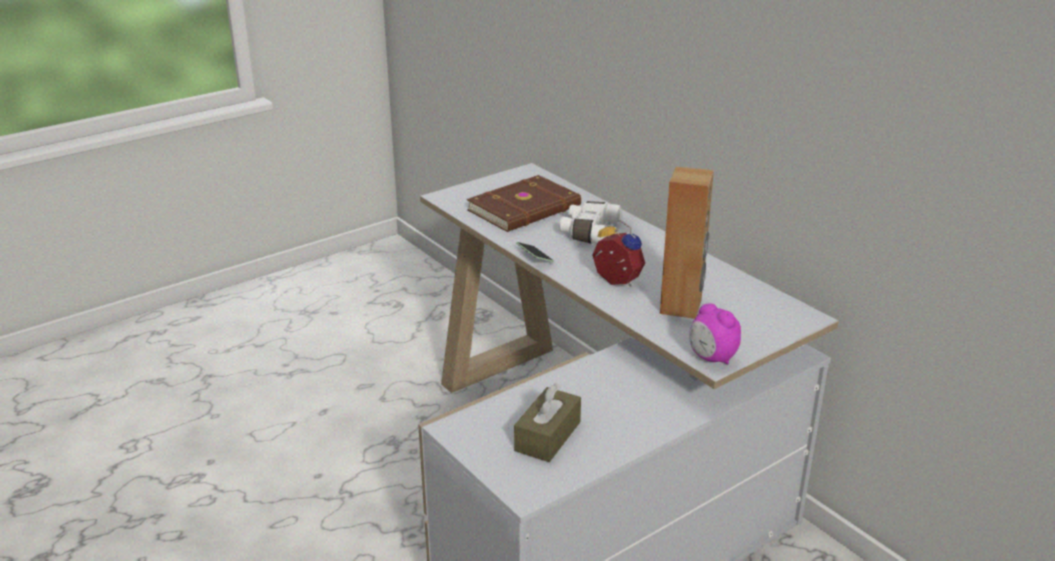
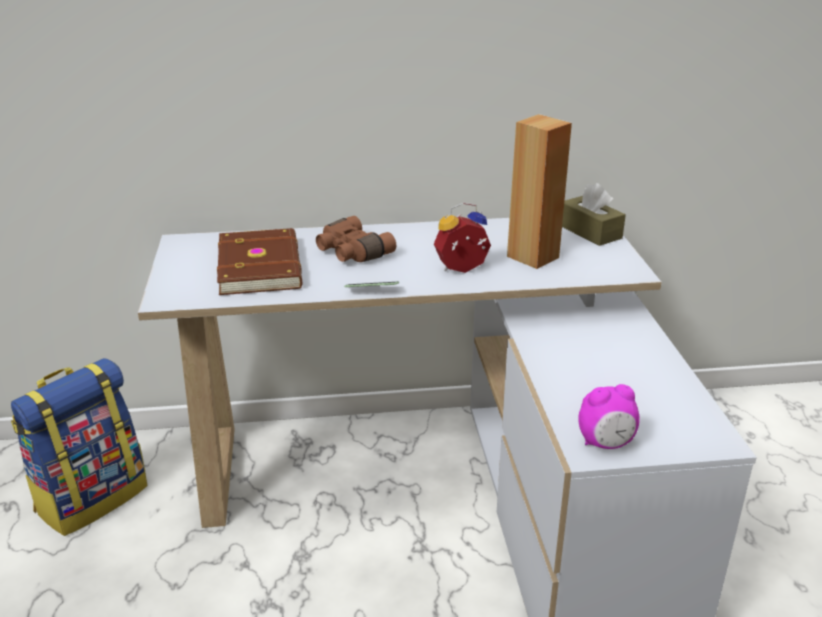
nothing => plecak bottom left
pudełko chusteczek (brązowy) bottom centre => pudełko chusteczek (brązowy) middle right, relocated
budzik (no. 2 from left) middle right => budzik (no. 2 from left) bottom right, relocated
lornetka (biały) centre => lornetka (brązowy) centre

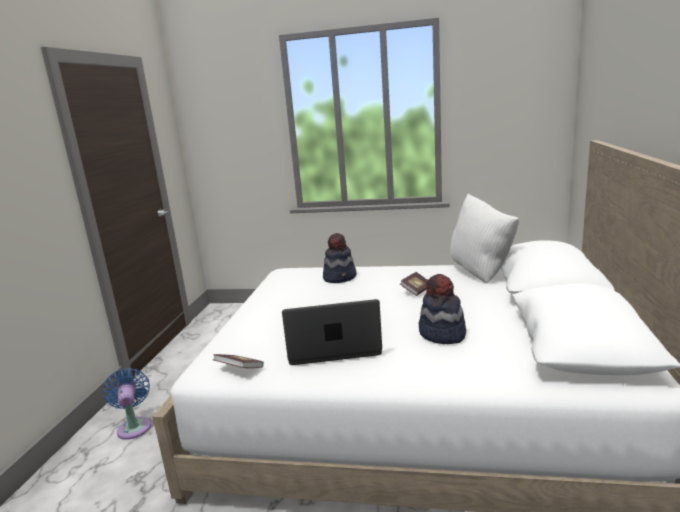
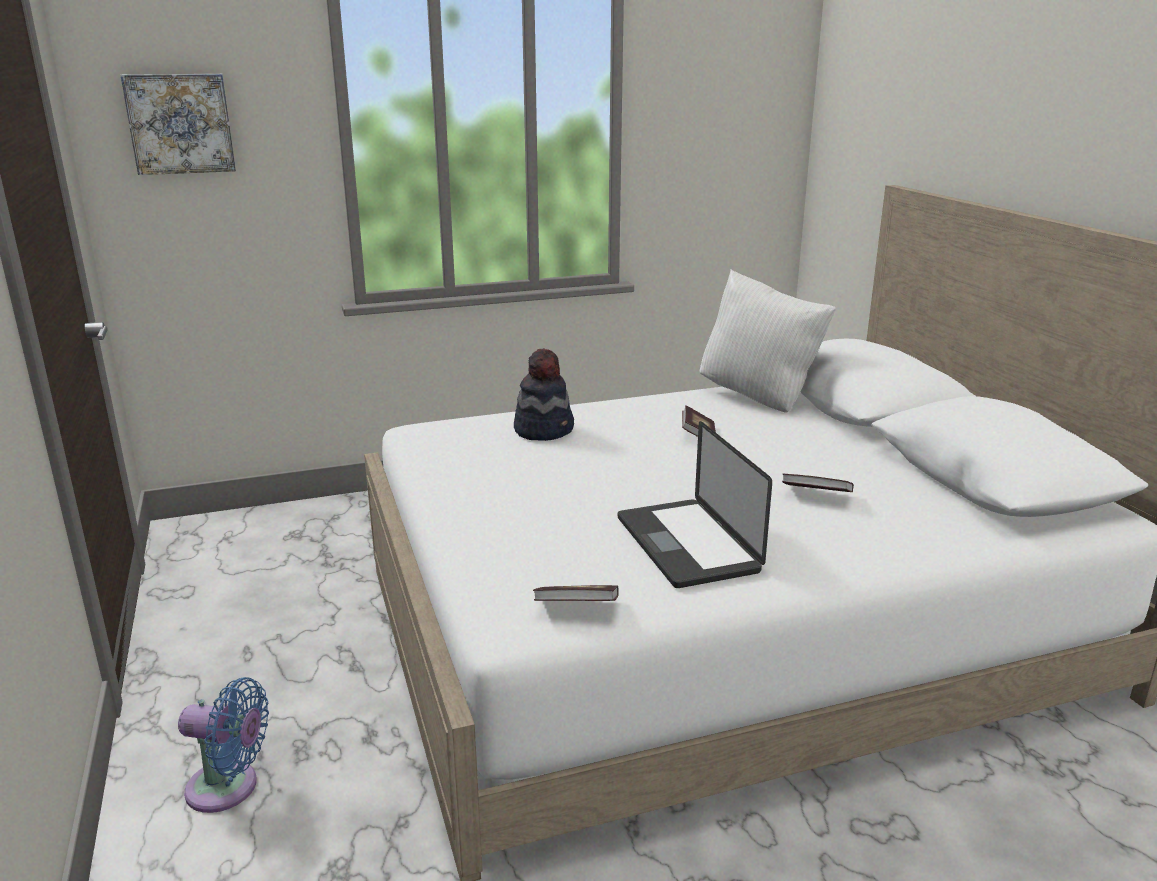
nothing => obraz top left
kapelusz (no. 2 from left) centre => książka (no. 3 from left) middle right
wentylator (niebieski) bottom left, 150 degrees clockwise
laptop centre, 75 degrees counterclockwise

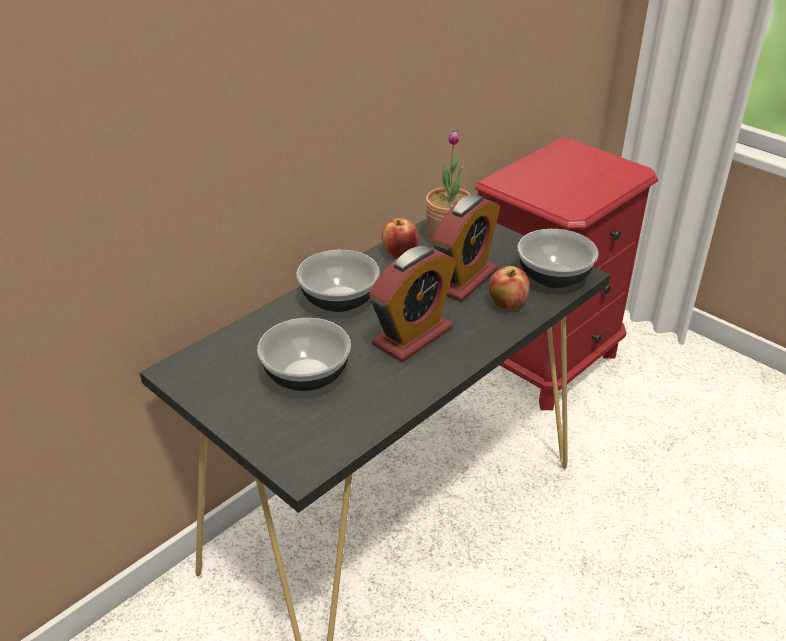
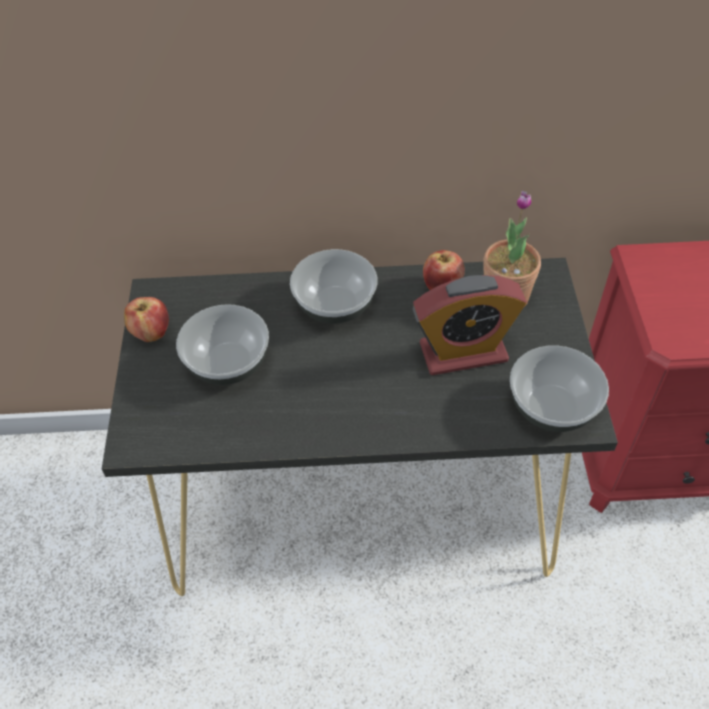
budzik (no. 1 from left) centre => nothing
jabłko (no. 2 from left in the first image) centre => jabłko (no. 1 from left) middle left, relocated

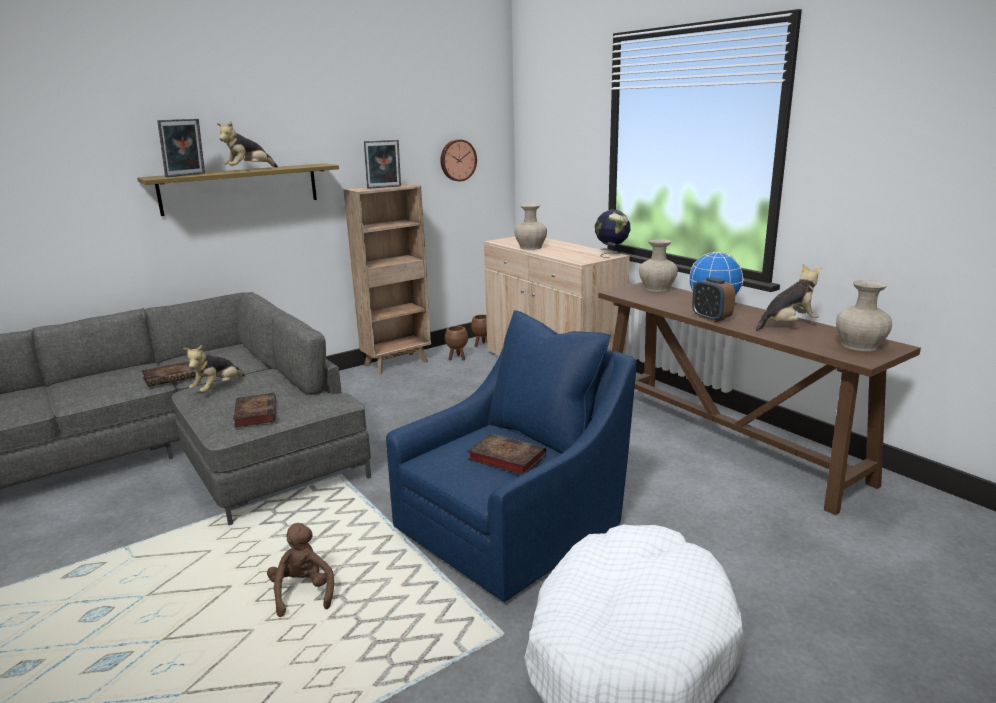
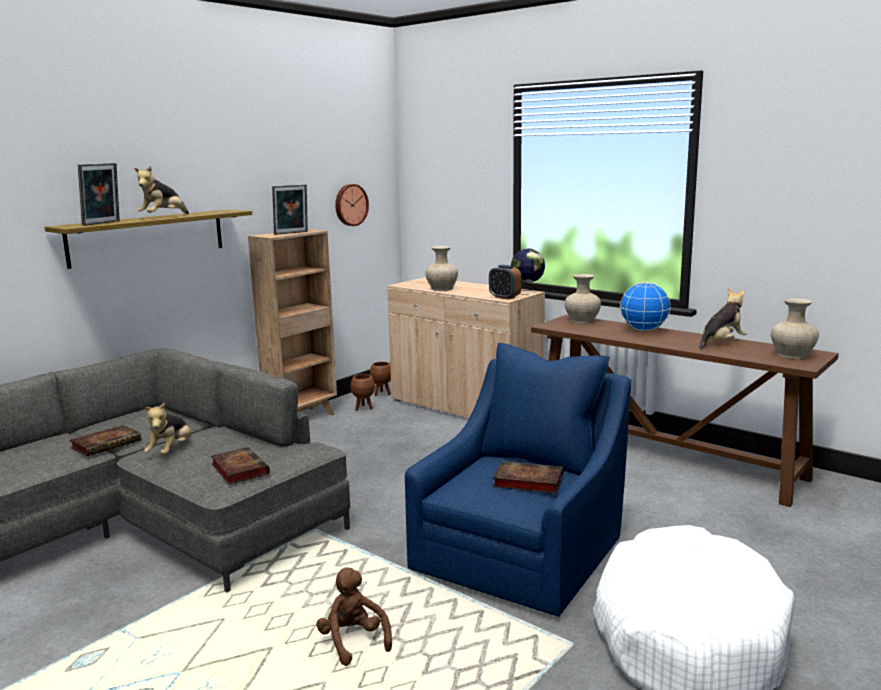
budzik middle right => budzik centre, relocated

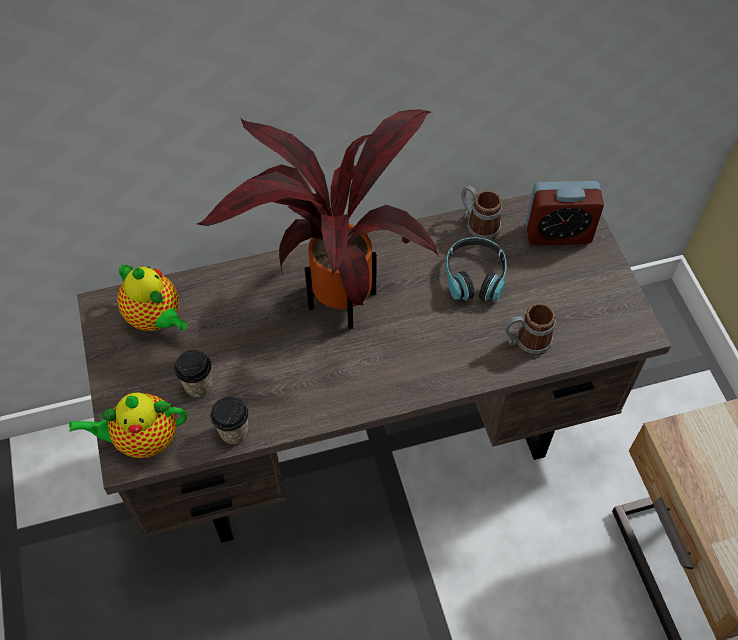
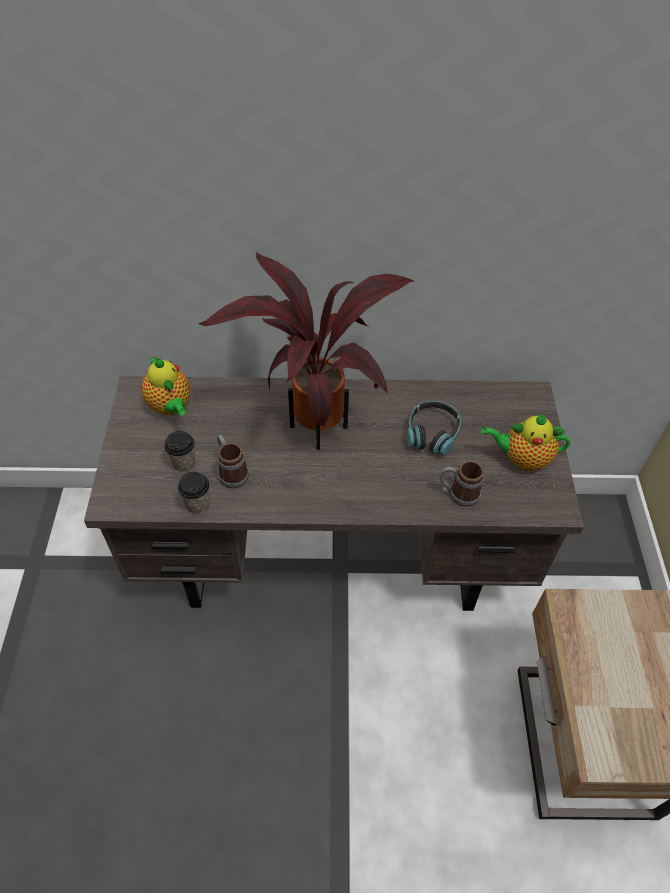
budzik top right => nothing
imbryk (no. 1 from left in the first image) middle left => imbryk (no. 2 from left) middle right, relocated
kubek (no. 1 from left) top centre => kubek (no. 1 from left) centre, relocated

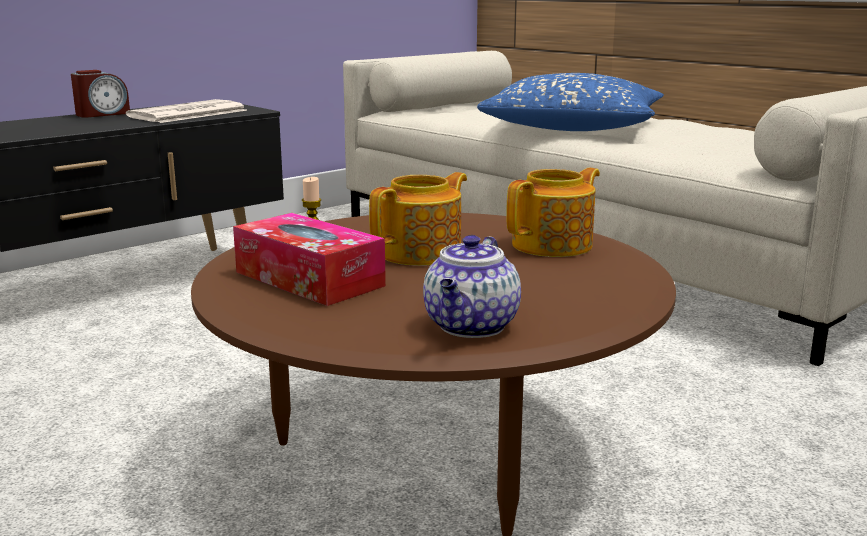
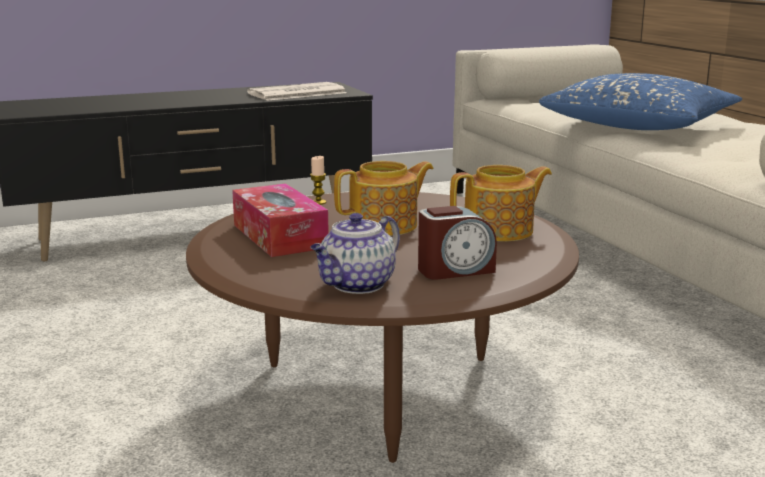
budzik top left => budzik centre, relocated

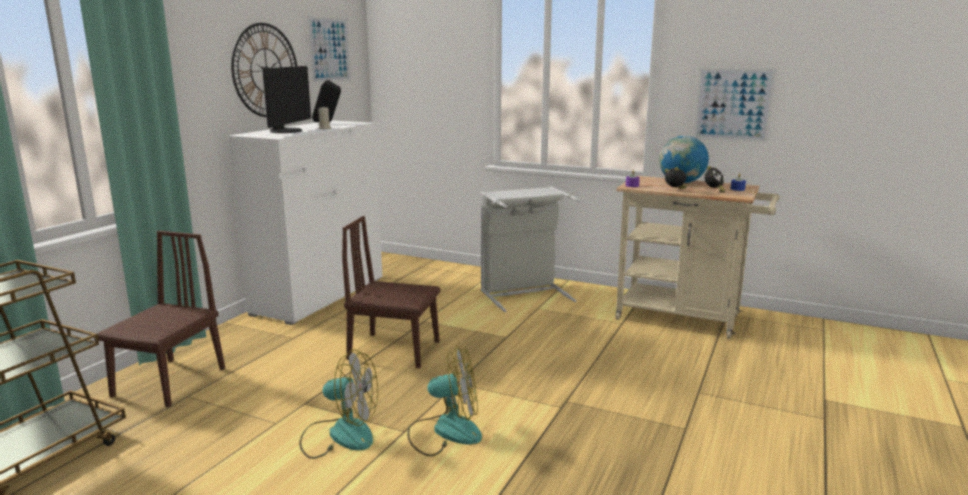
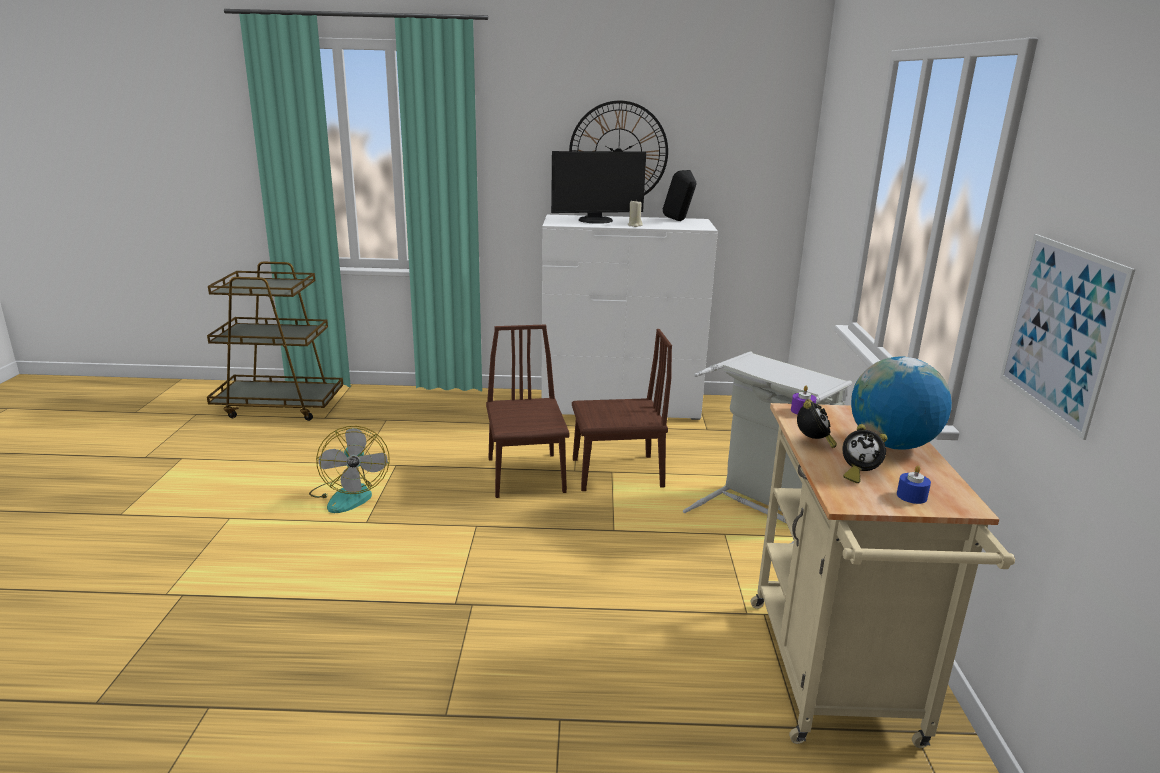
obraz (no. 1 from left) top centre => nothing
wentylator (no. 2 from left) bottom centre => nothing
krzesło (brązowy) (no. 1 from left in the first image) middle left => krzesło (brązowy) (no. 2 from left) centre, relocated

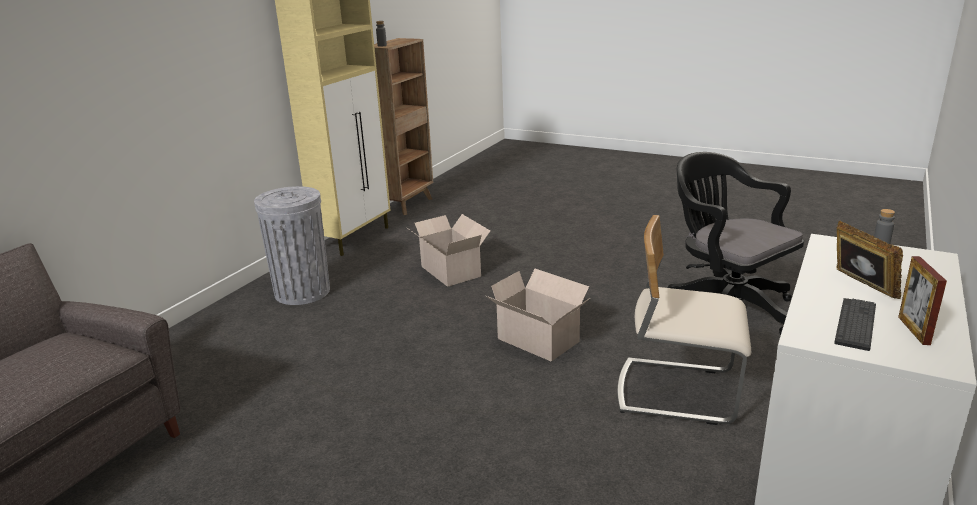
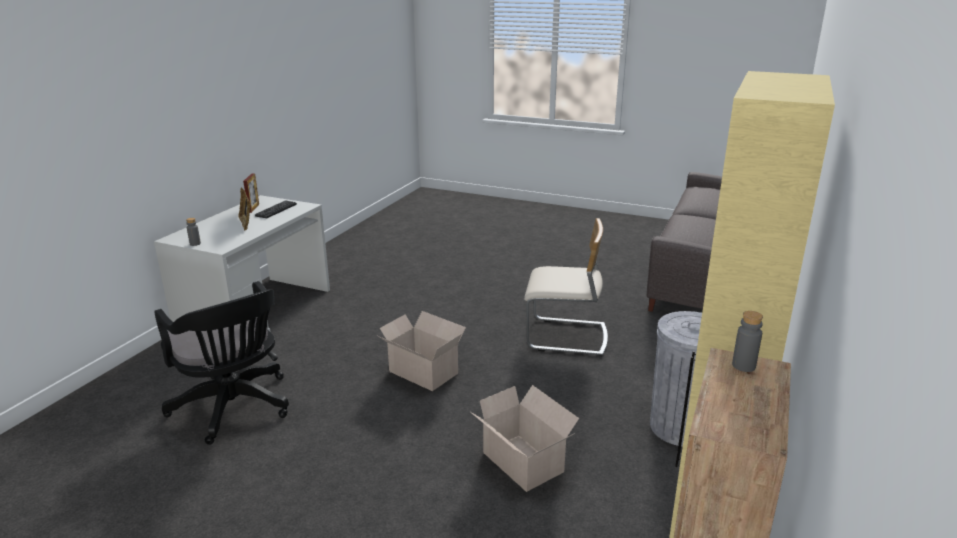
krzesło (beżowy) middle right => krzesło (beżowy) centre, relocated

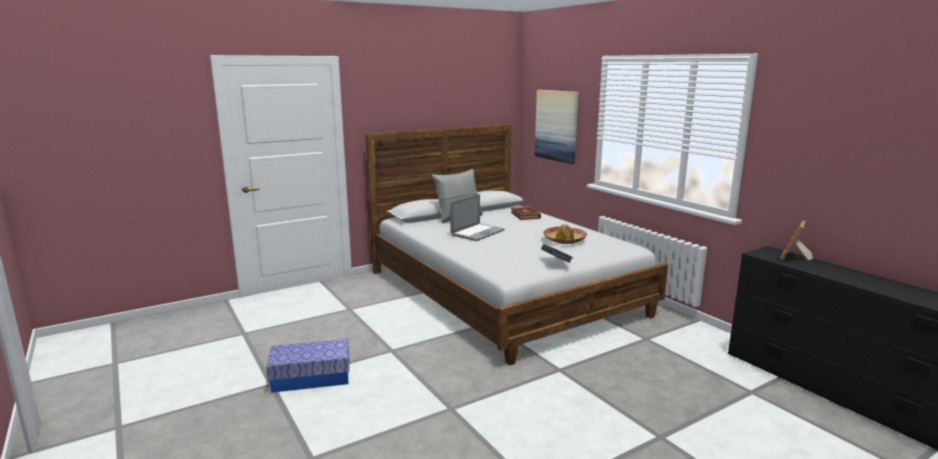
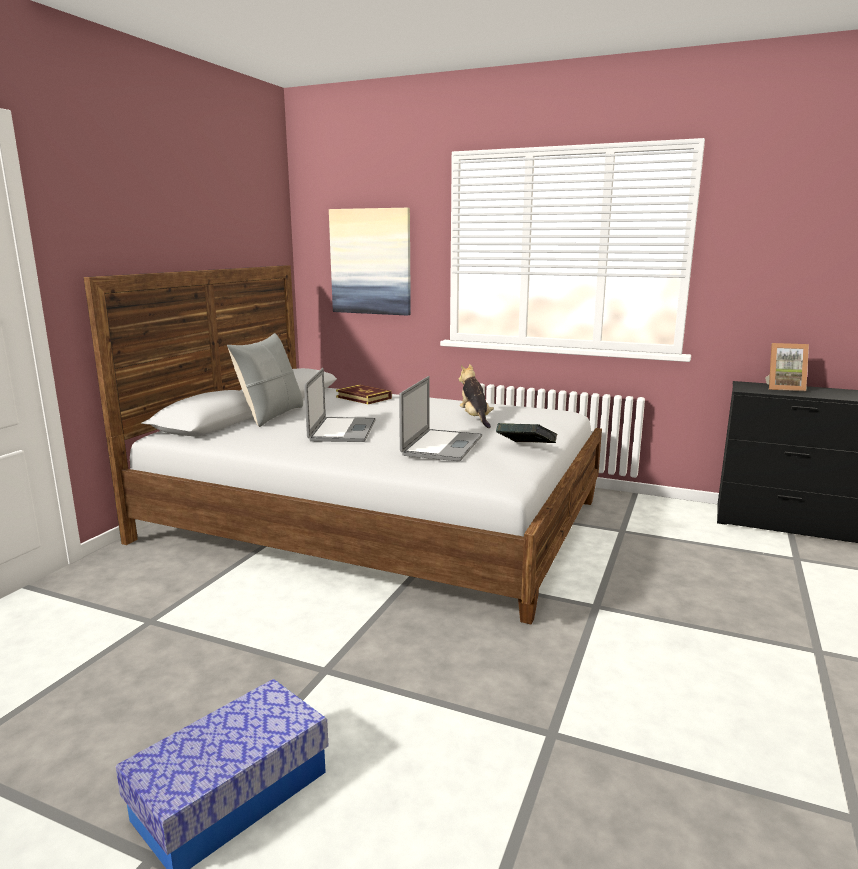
nothing => laptop (no. 2 from left) centre
kapelusz centre => pluszak centre
ramka na zdjęcie middle right, 75 degrees counterclockwise

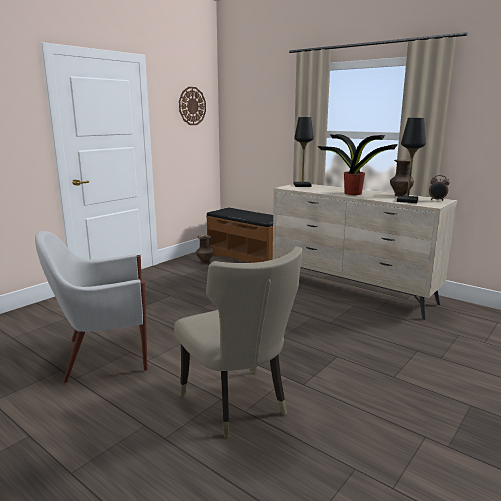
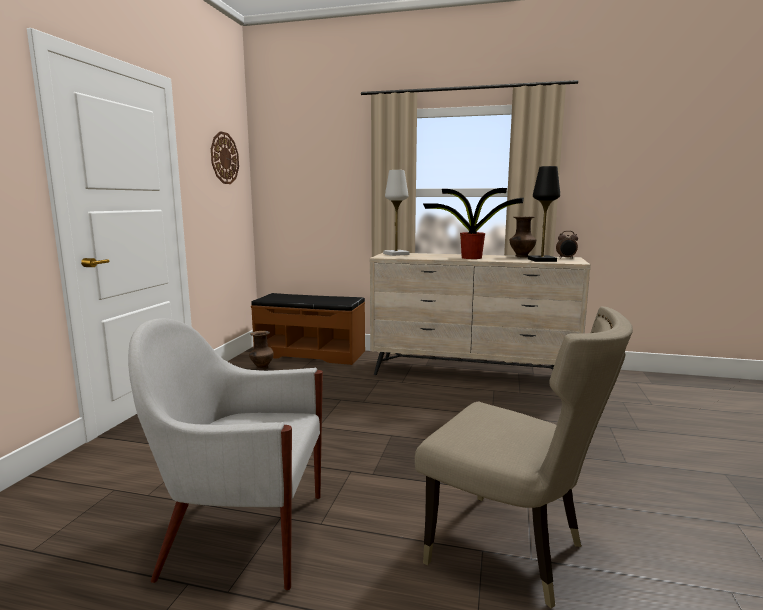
lampa stołowa (czarny) (no. 1 from left) top centre => lampa stołowa (biały) centre
fotel (biały) middle left => fotel (biały) bottom left, 45 degrees clockwise

